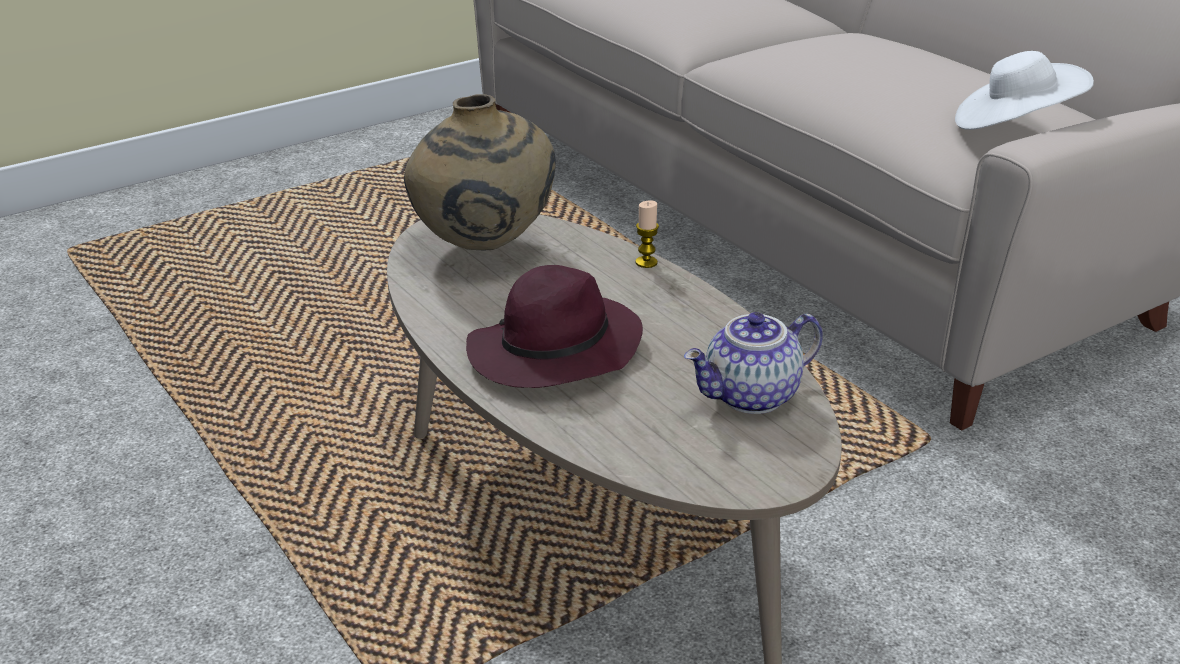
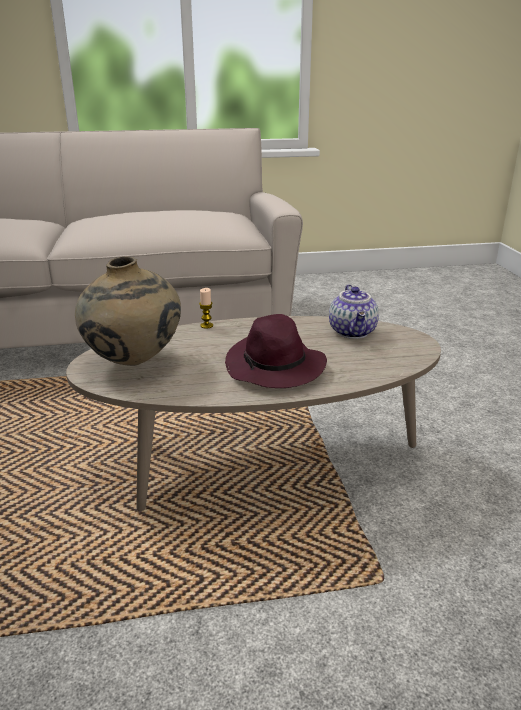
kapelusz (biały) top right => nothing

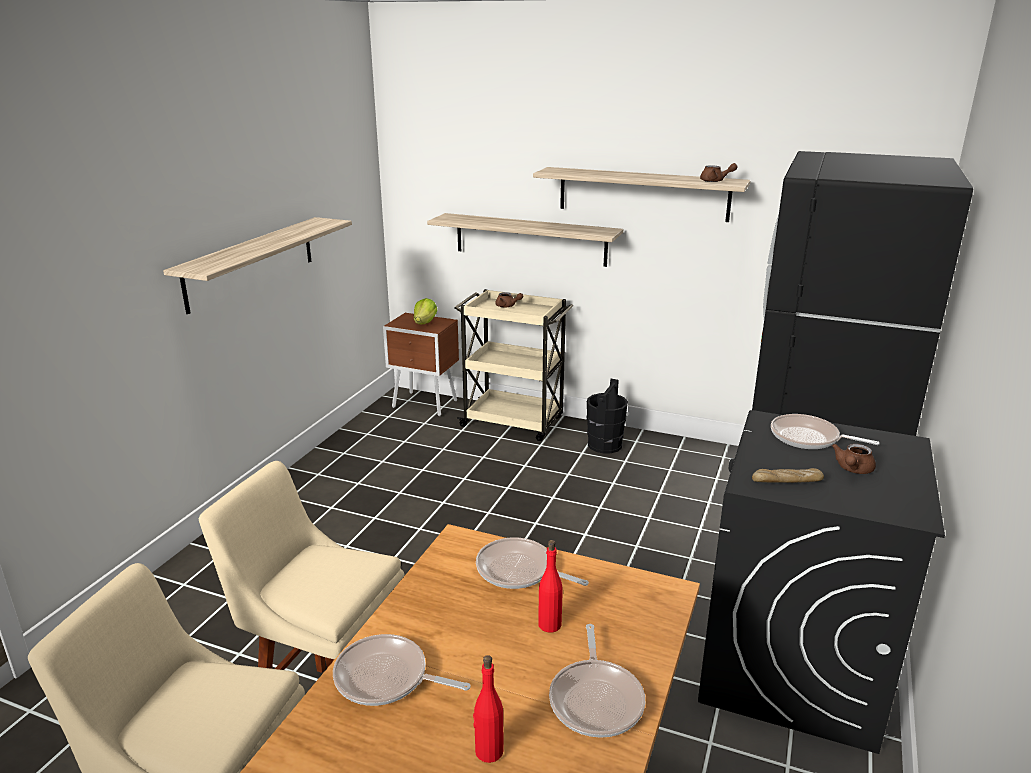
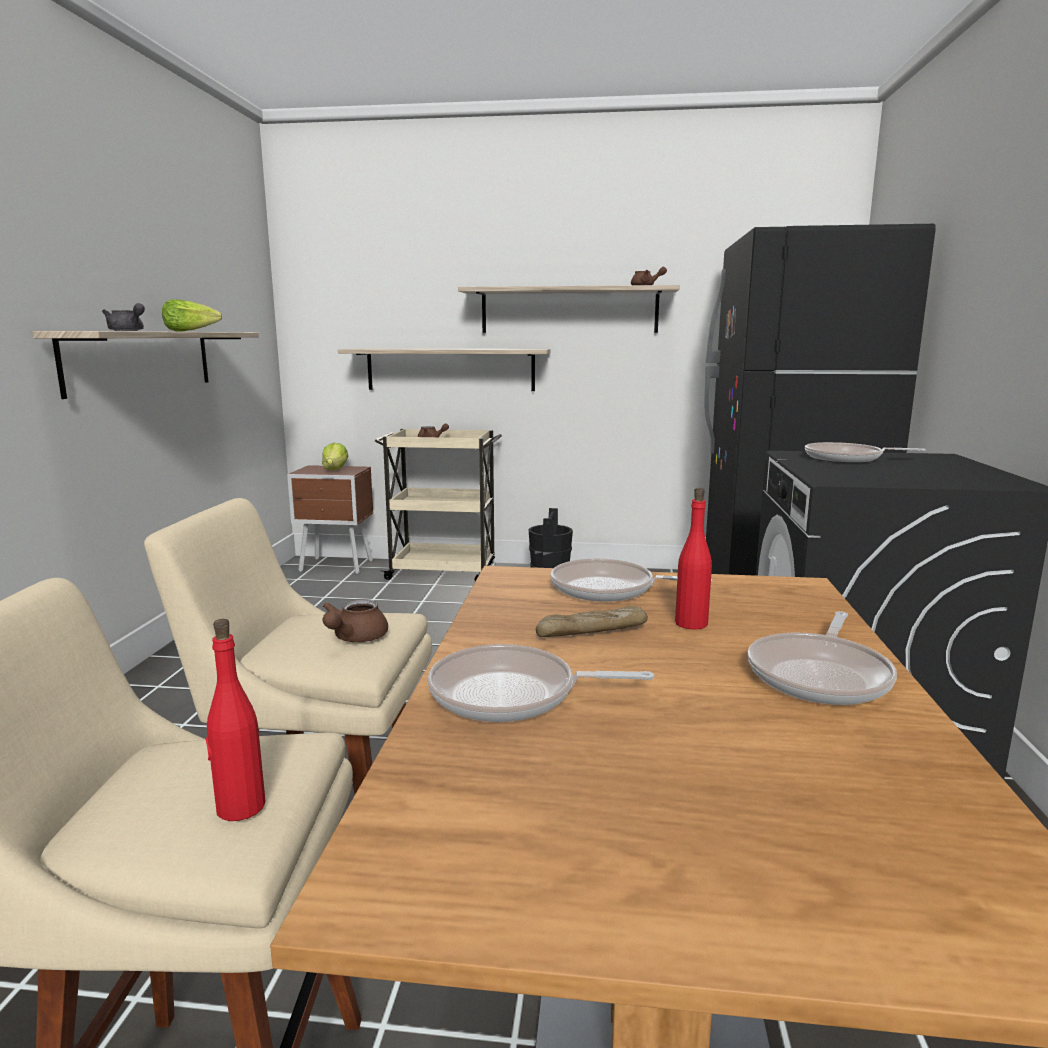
nothing => imbryk (szary) top left
nothing => sałata (no. 1 from left) top left
butelka (czerwony) (no. 1 from left) bottom centre => butelka (czerwony) (no. 1 from left) bottom left, relocated
chleb middle right => chleb centre, relocated
imbryk (brązowy) (no. 3 from left in the first image) middle right => imbryk (brązowy) (no. 1 from left) centre, relocated
patelnia (no. 3 from left) bottom centre => patelnia (no. 3 from left) middle right, 45 degrees clockwise

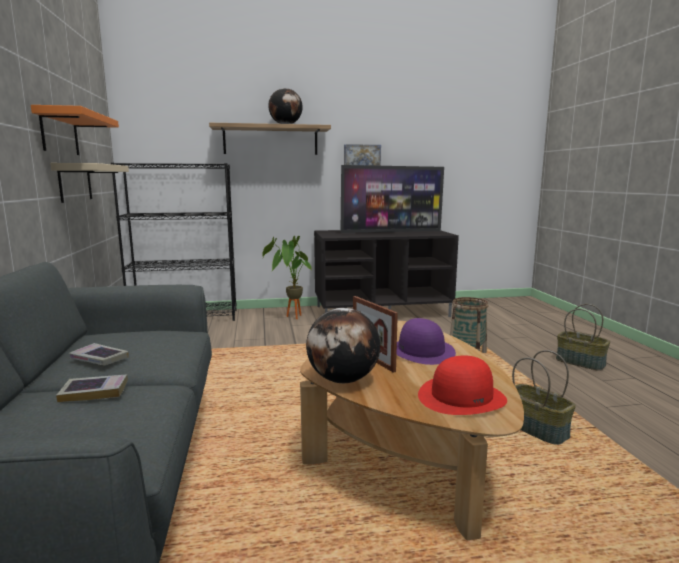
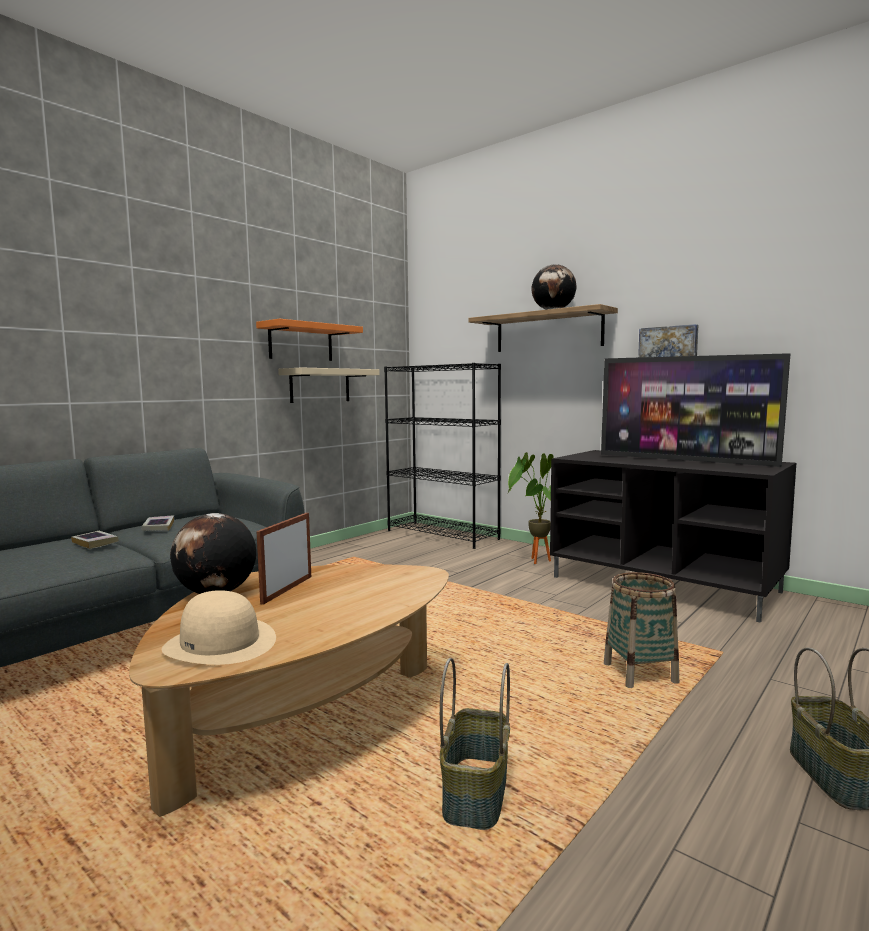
kapelusz (fioletowy) centre => nothing
kapelusz (czerwony) bottom right => kapelusz (beżowy) bottom left

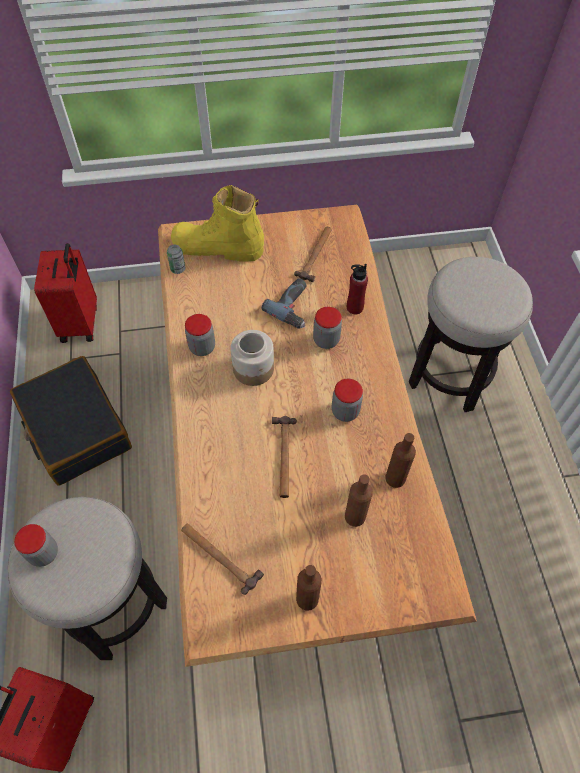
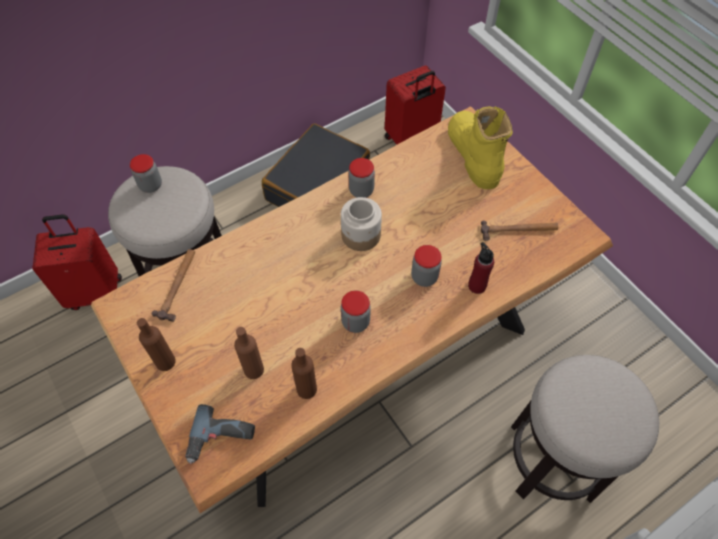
puszka middle left => nothing
młotek (no. 2 from left) centre => nothing
wiertarka centre => wiertarka bottom left, relocated

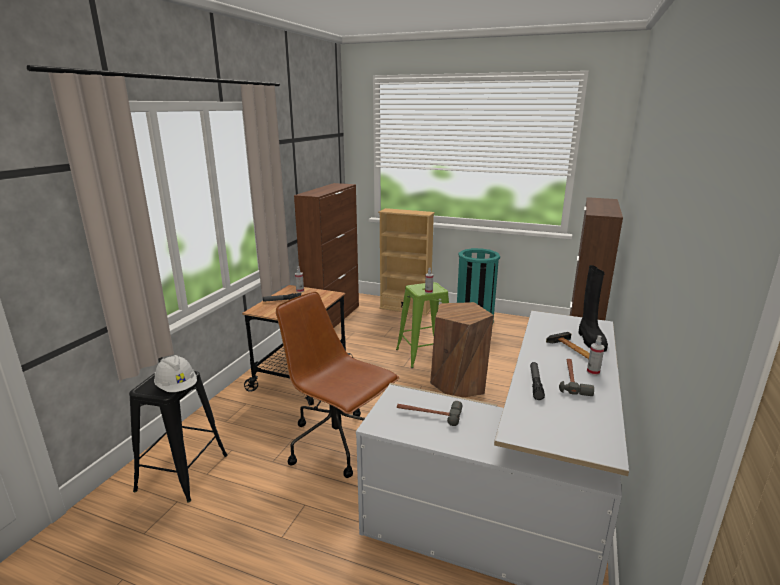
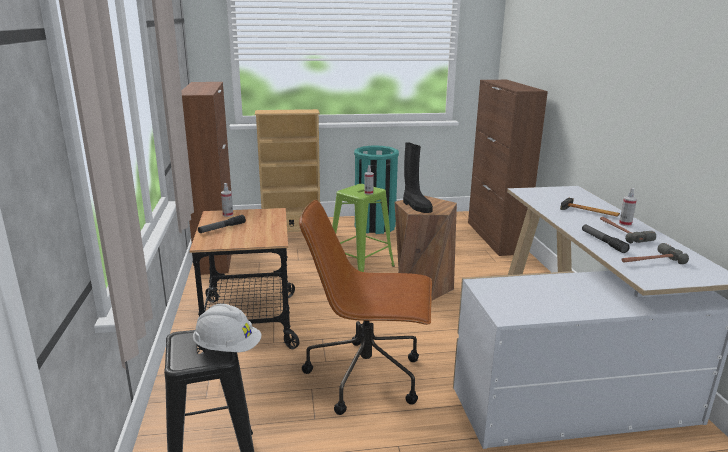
młotek (no. 1 from left in the first image) bottom centre => młotek (no. 3 from left) middle right, relocated
but z cholewką (czarny) middle right => but z cholewką (czarny) centre, relocated

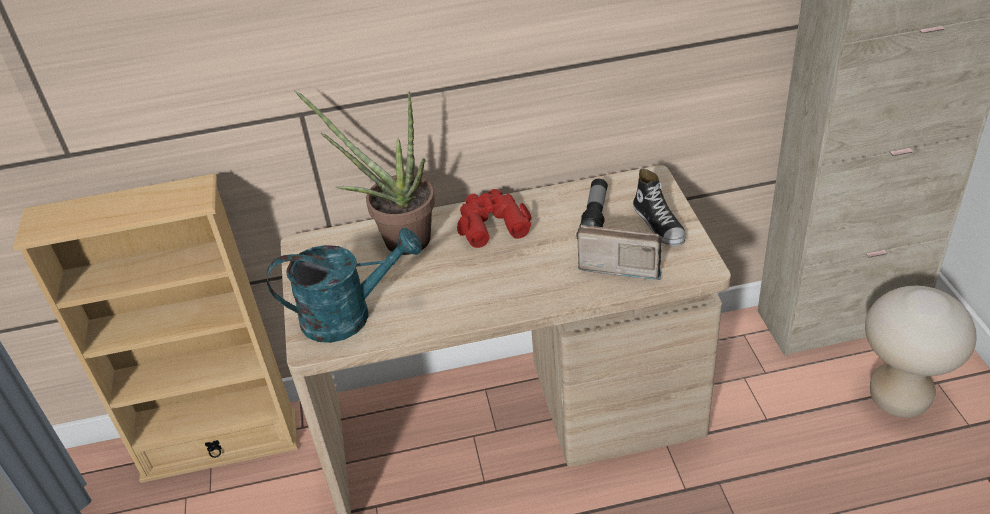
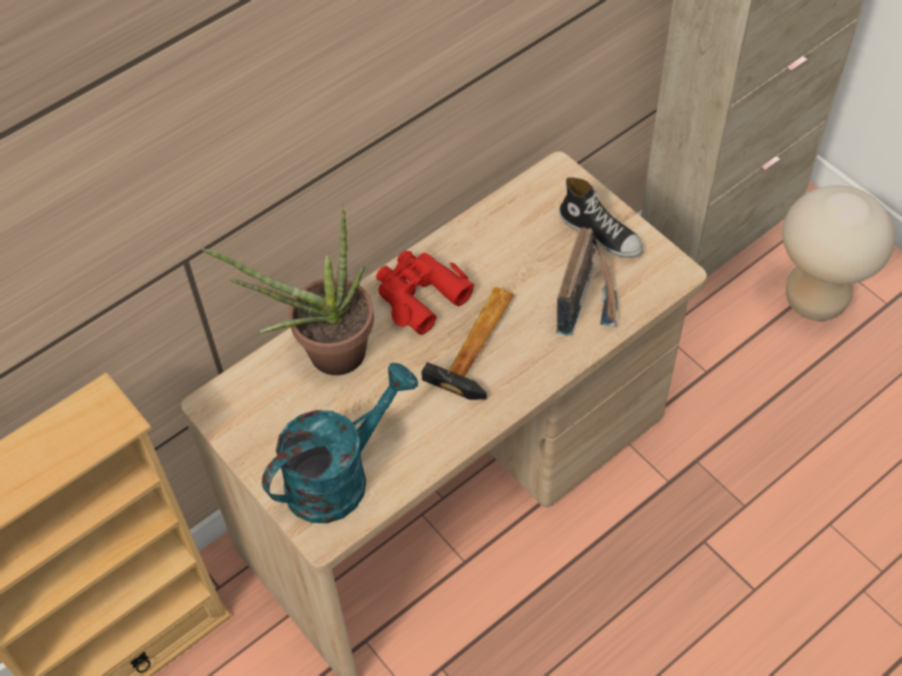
latarka centre => nothing
nothing => młotek centre
radio centre, 120 degrees clockwise

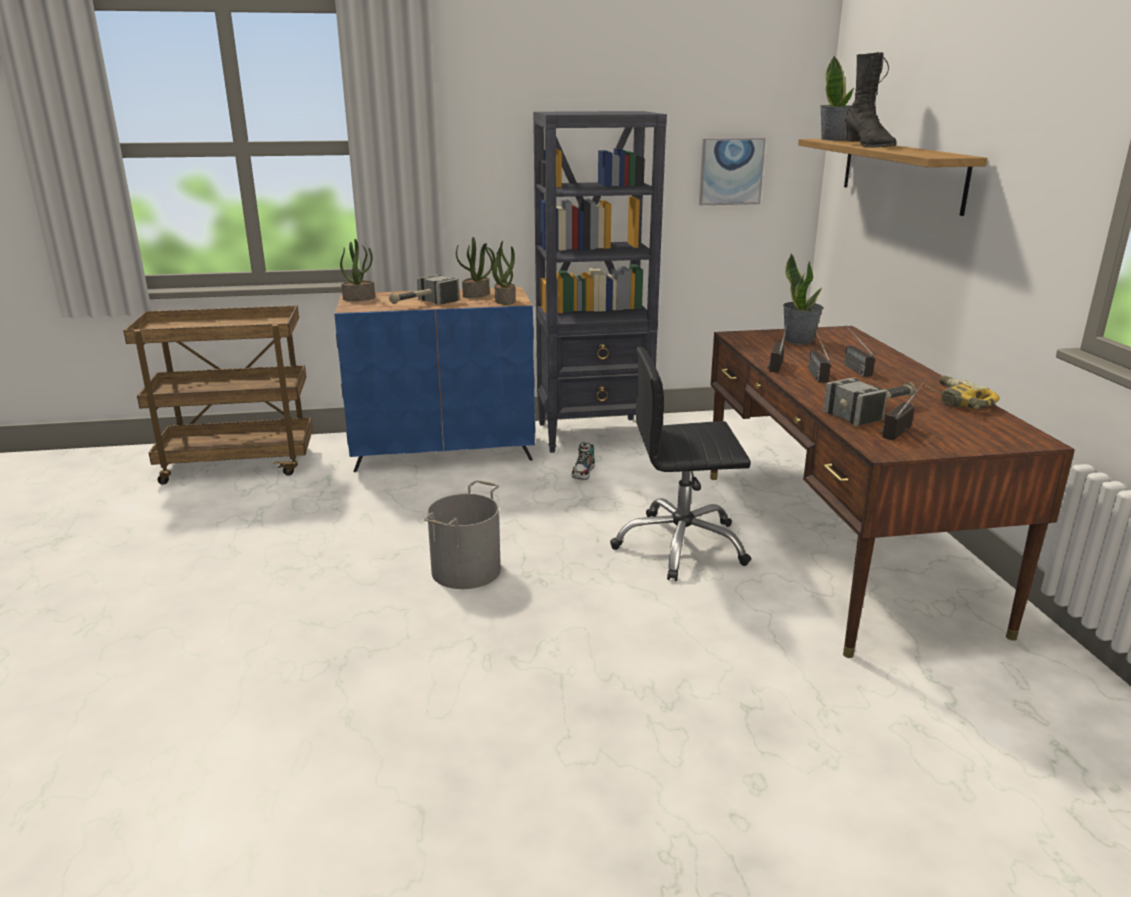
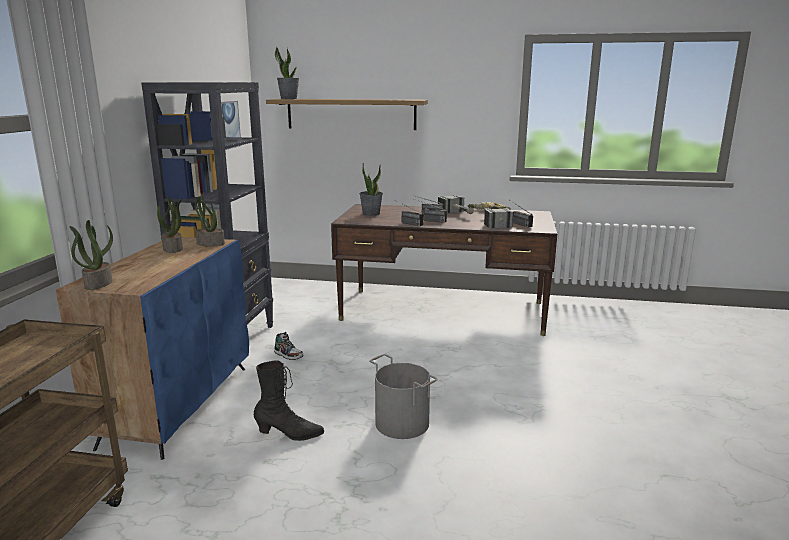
krzesło biurowe (czarny) centre => nothing
młotek (no. 1 from left) top centre => młotek (no. 1 from left) centre, relocated
but z cholewką (czarny) top right => but z cholewką (czarny) bottom centre, relocated

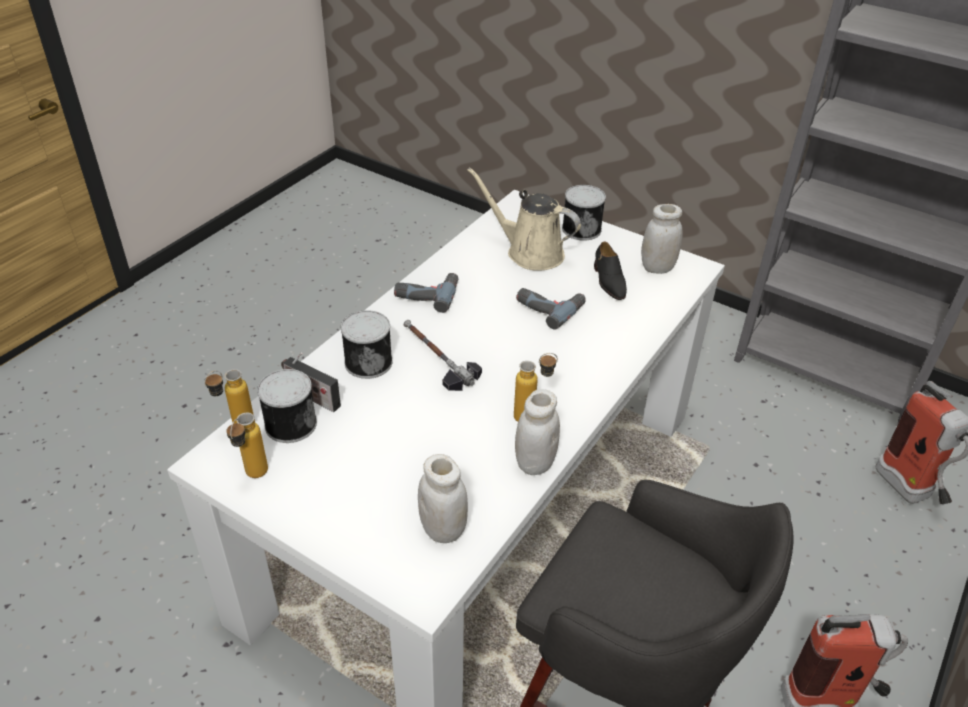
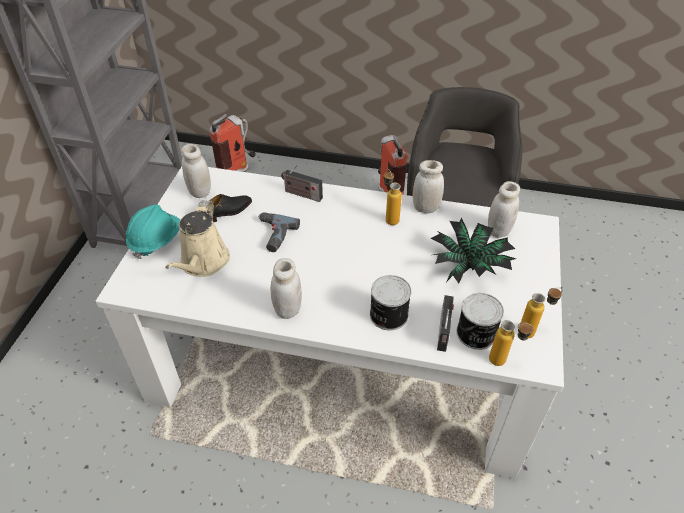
młotek centre => nothing
nothing => radio (no. 1 from left) centre
nothing => roślina doniczkowa middle right
wiertarka (no. 1 from left) centre => słoik (biały) (no. 2 from left) centre
puszka (no. 3 from left) top centre => kask (turkusowy) middle left

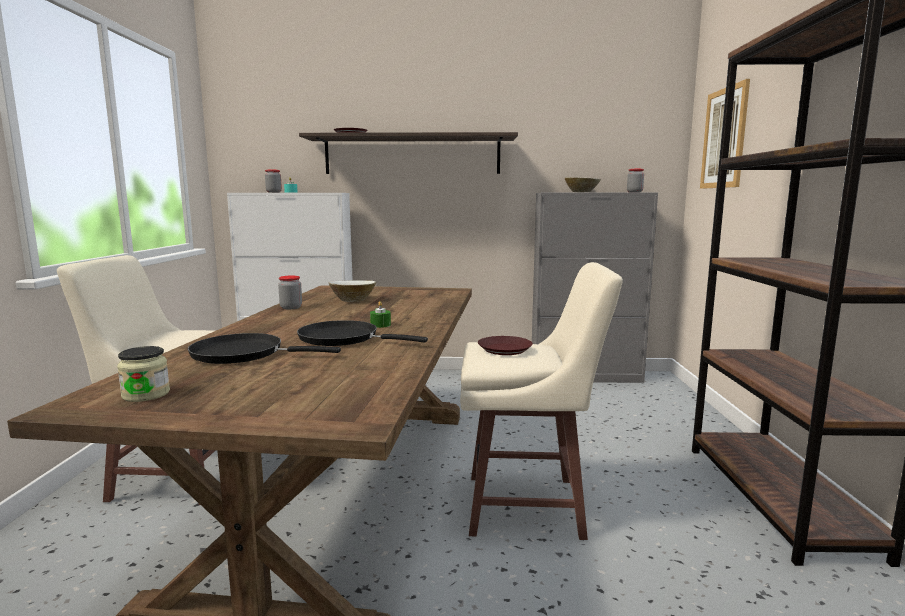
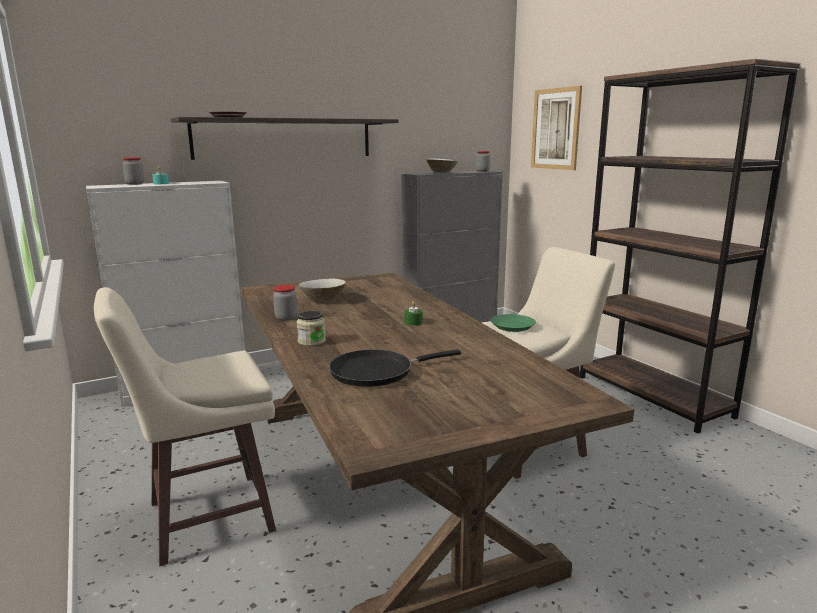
patelnia (czarny) (no. 2 from left) centre => nothing
słoik (no. 1 from left in the first image) middle left => słoik (no. 3 from left) centre, relocated
talerz (brązowy) (no. 2 from left) centre => talerz (zielony) centre

